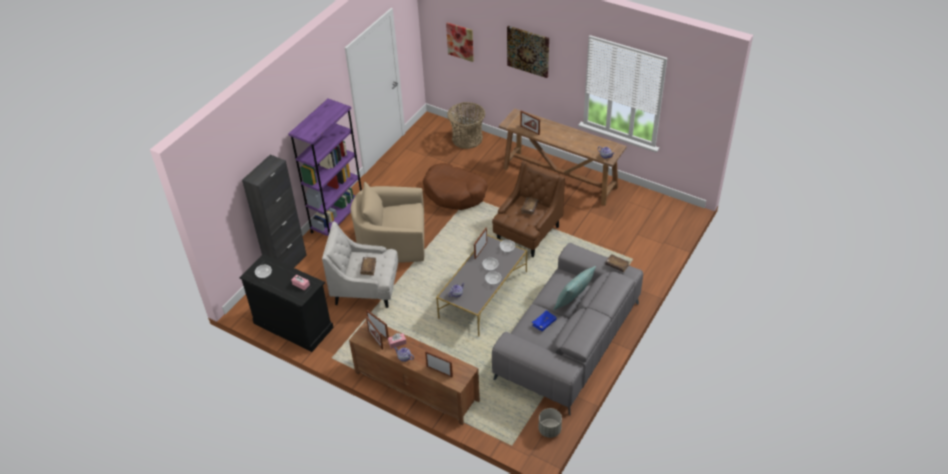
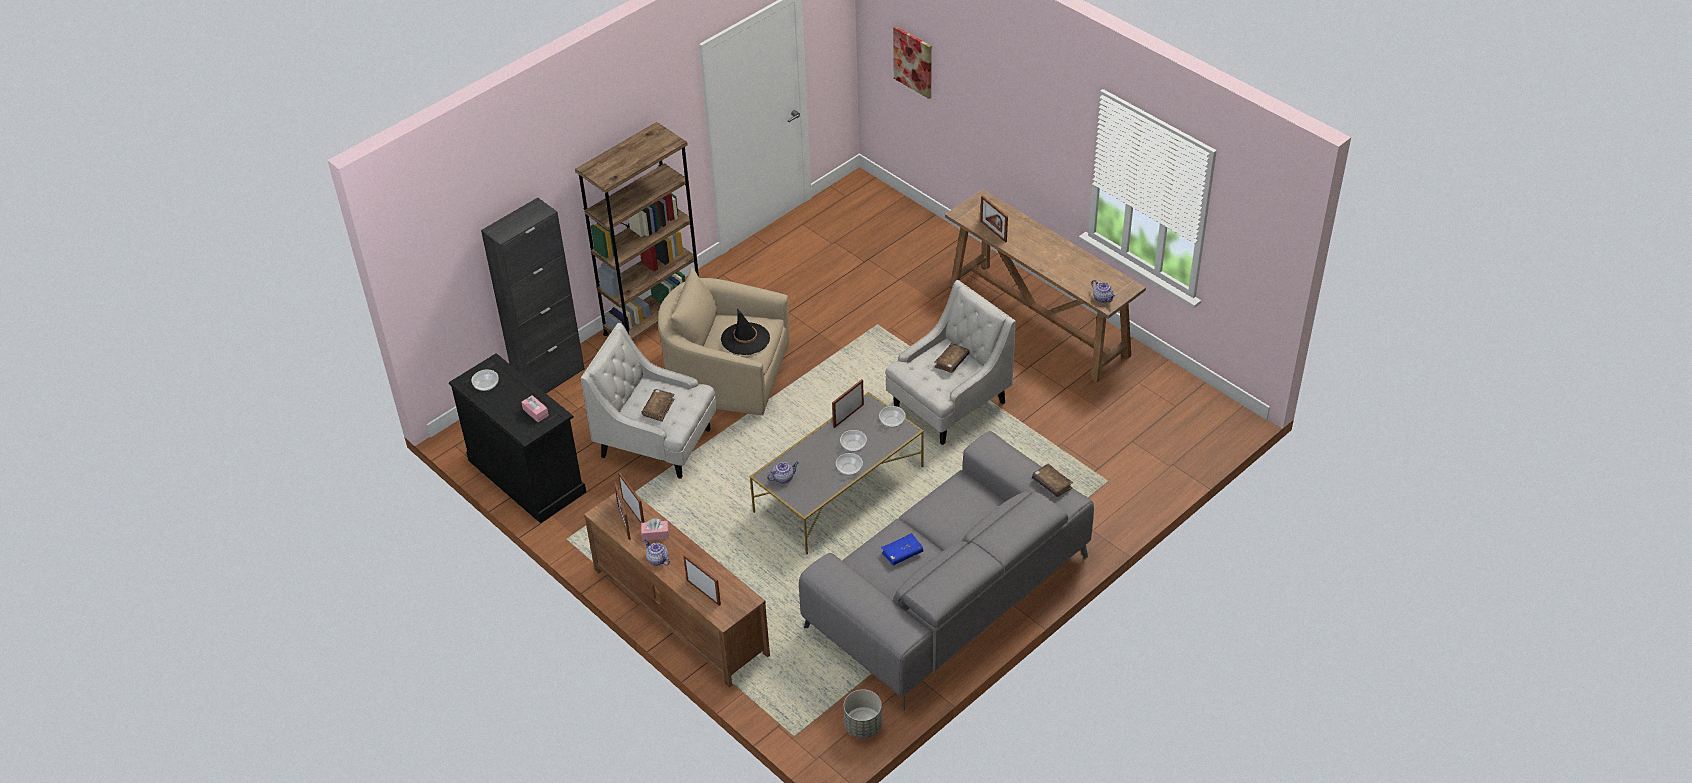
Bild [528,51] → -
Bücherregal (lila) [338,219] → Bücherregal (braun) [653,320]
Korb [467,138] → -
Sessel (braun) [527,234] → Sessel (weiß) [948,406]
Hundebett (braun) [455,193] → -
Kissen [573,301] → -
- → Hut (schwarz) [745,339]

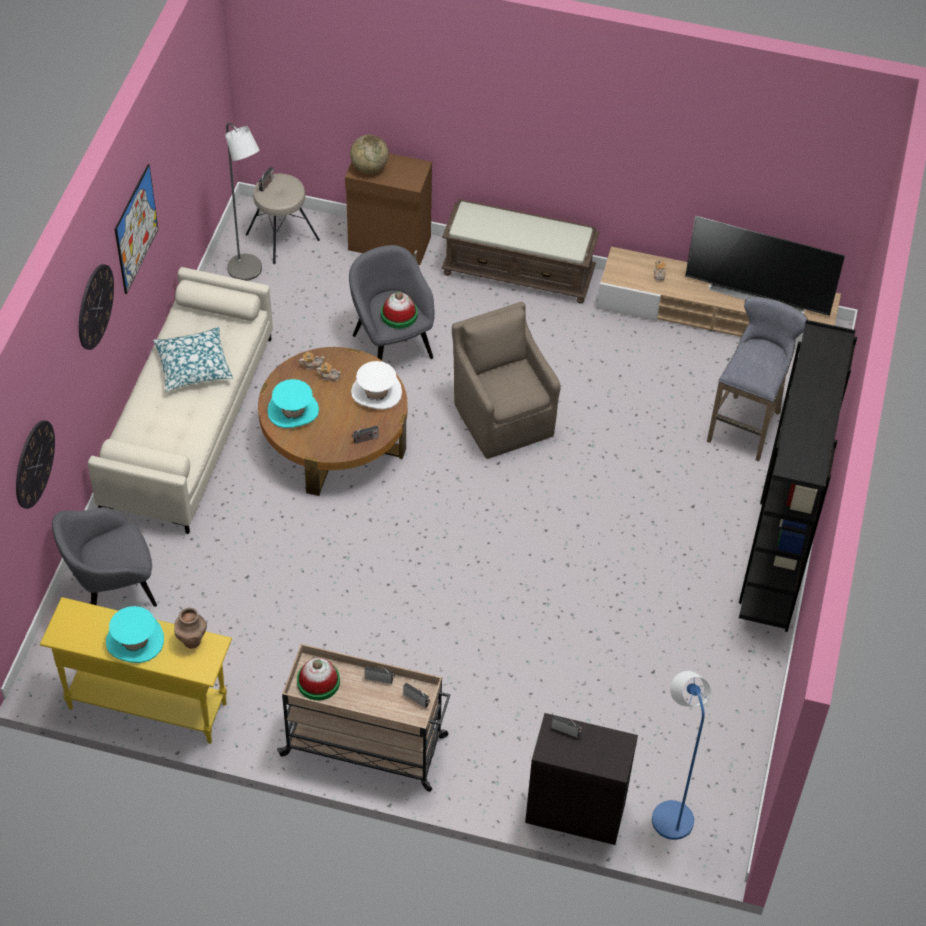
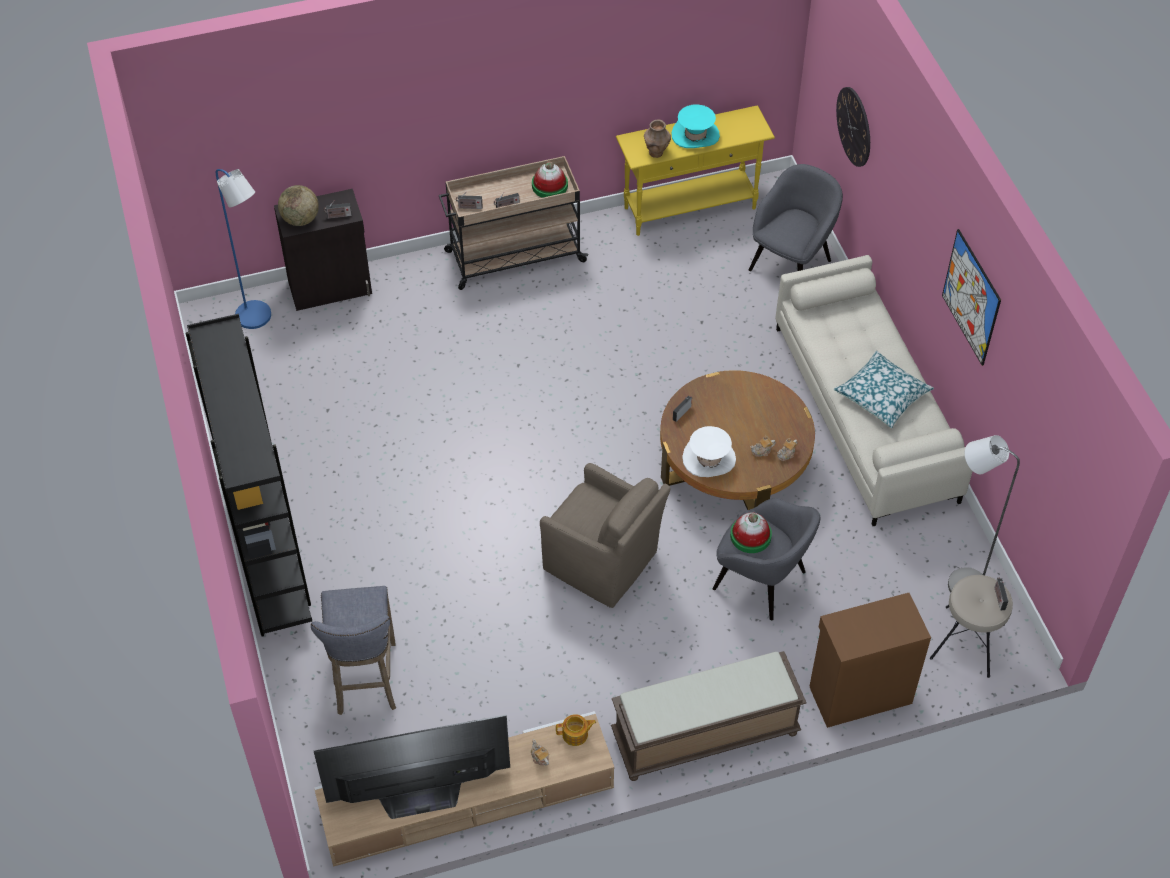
Globus [369,167] → Globus [300,219], move
Wanduhr [95,306] → -
Hut (türkis) [293,410] → -
- → Teekanne [575,735]

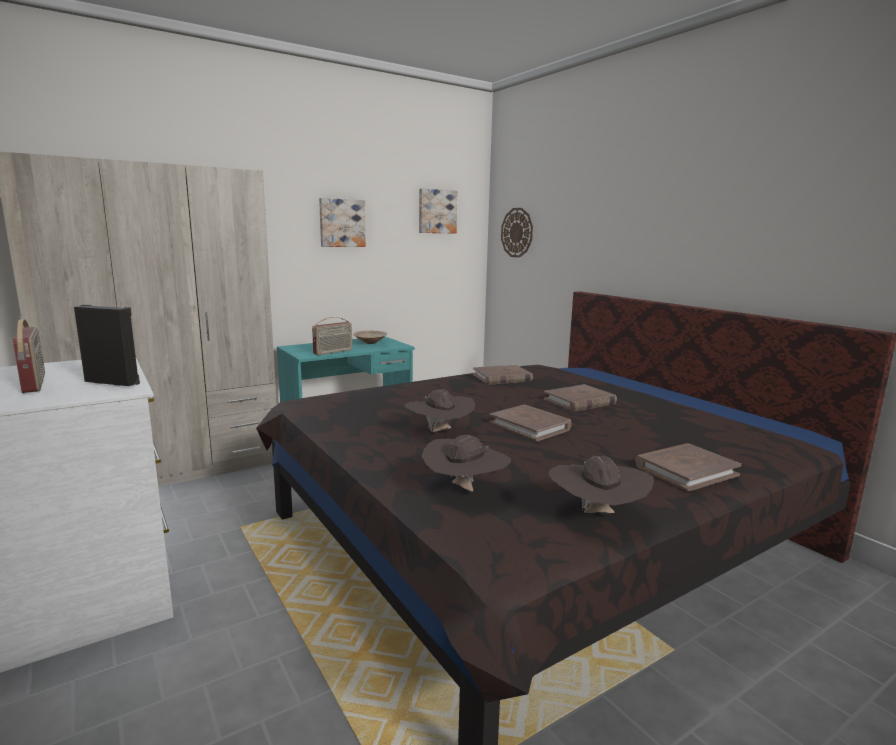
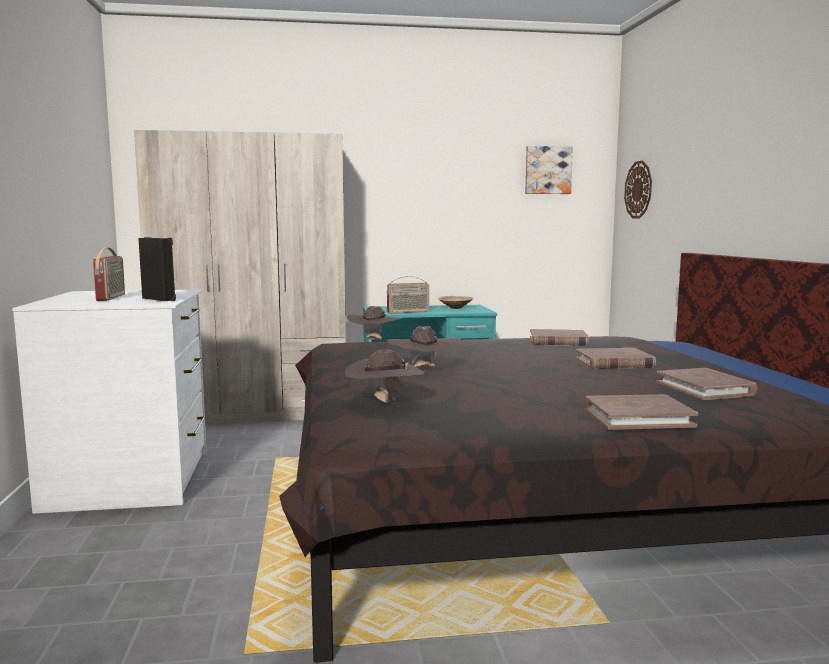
Bild [341,223] → -
Buch (braun) [530,426] → Buch (braun) [705,388], move
Hut (braun) [597,515] → Hut (braun) [375,341], move

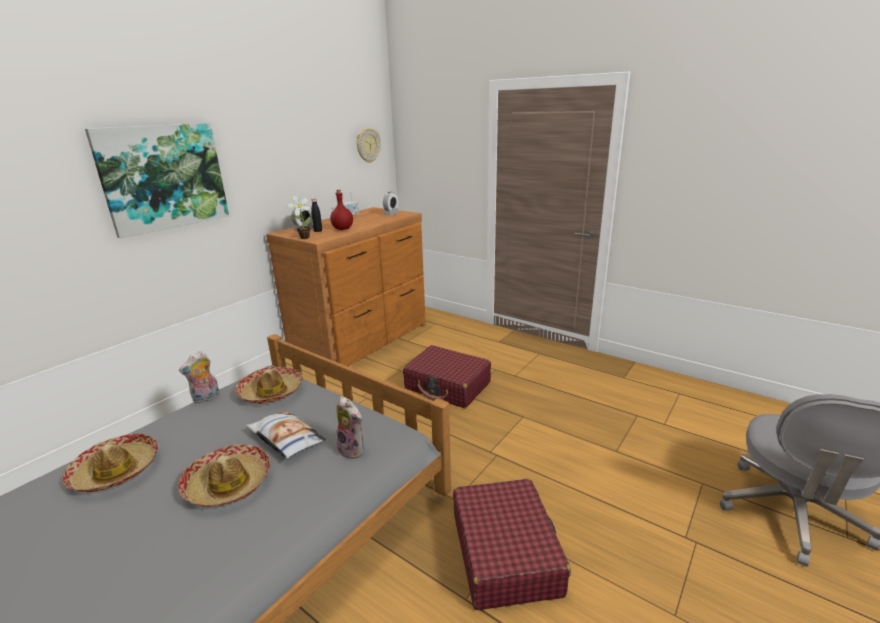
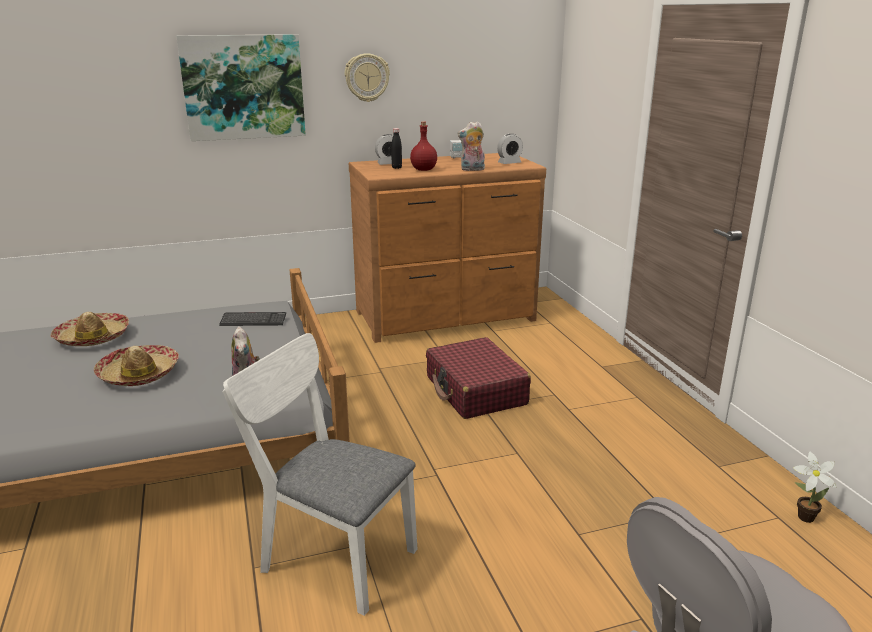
Wanduhr [368,145] → Wanduhr [367,77], move
Topfpflanze [303,238] → Topfpflanze [802,517], move
Plüschtier [206,398] → Plüschtier [472,169], move
Hut [271,392] → Tastatur [253,320]
Kissen [285,439] → -
Koffer (rot) [505,552] → Stuhl (weiß) [330,555]

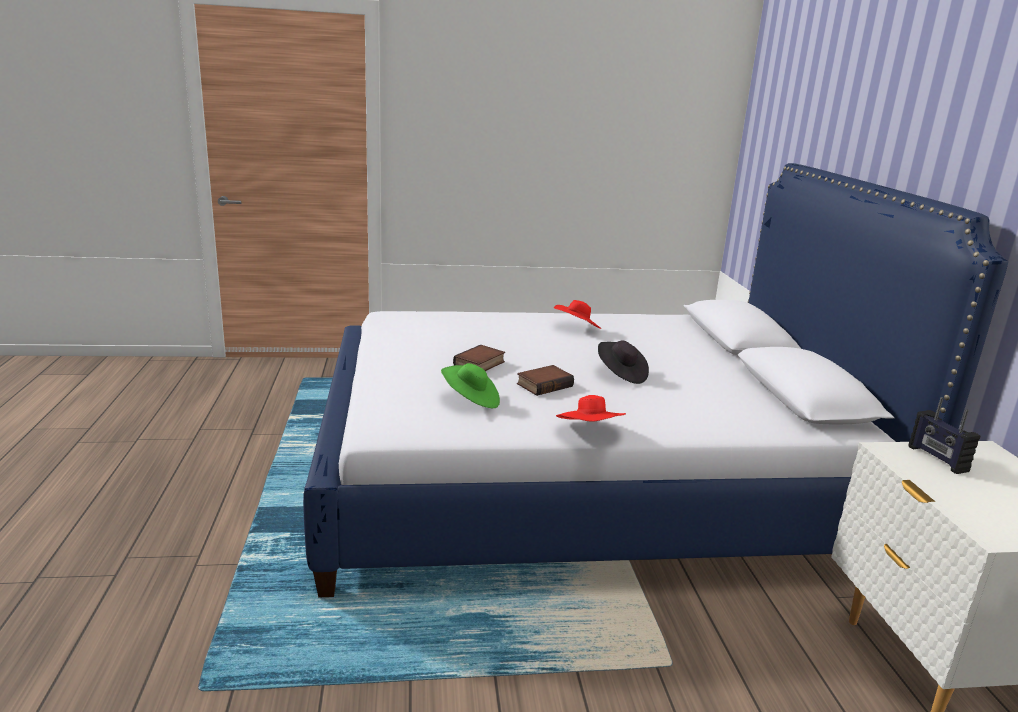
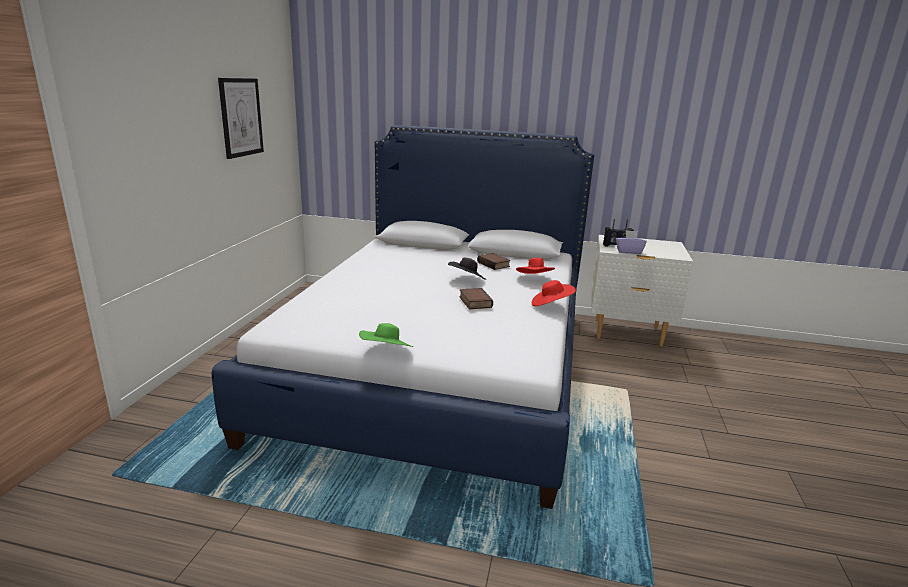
Hut (rot) [577,328] → Hut (rot) [535,279], move
Buch [480,364] → Buch [494,264], move
Hut (grün) [471,400] → Hut (grün) [386,353], move
- → Bild [241,117]
- → Taschentuchbox (lila) [628,251]

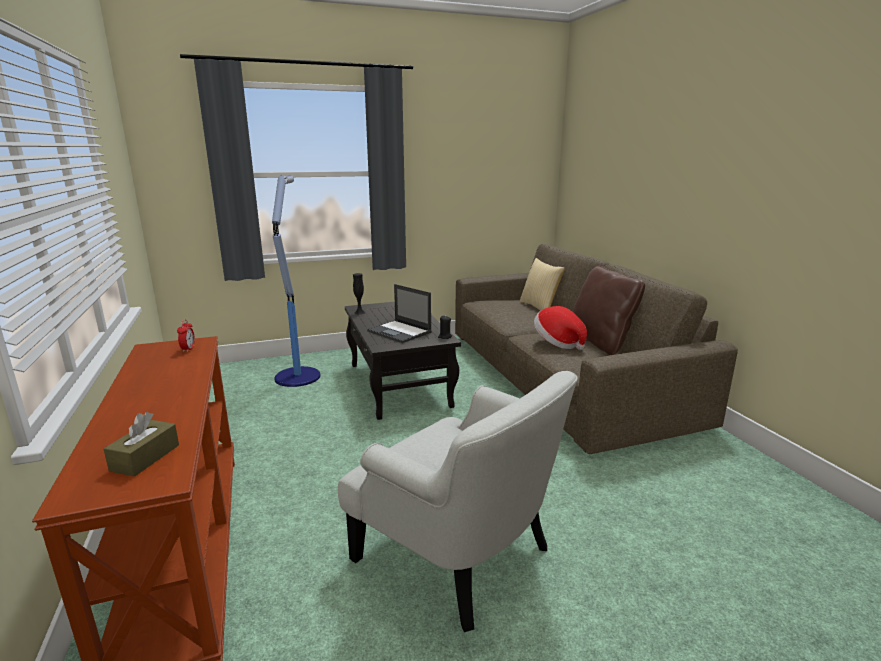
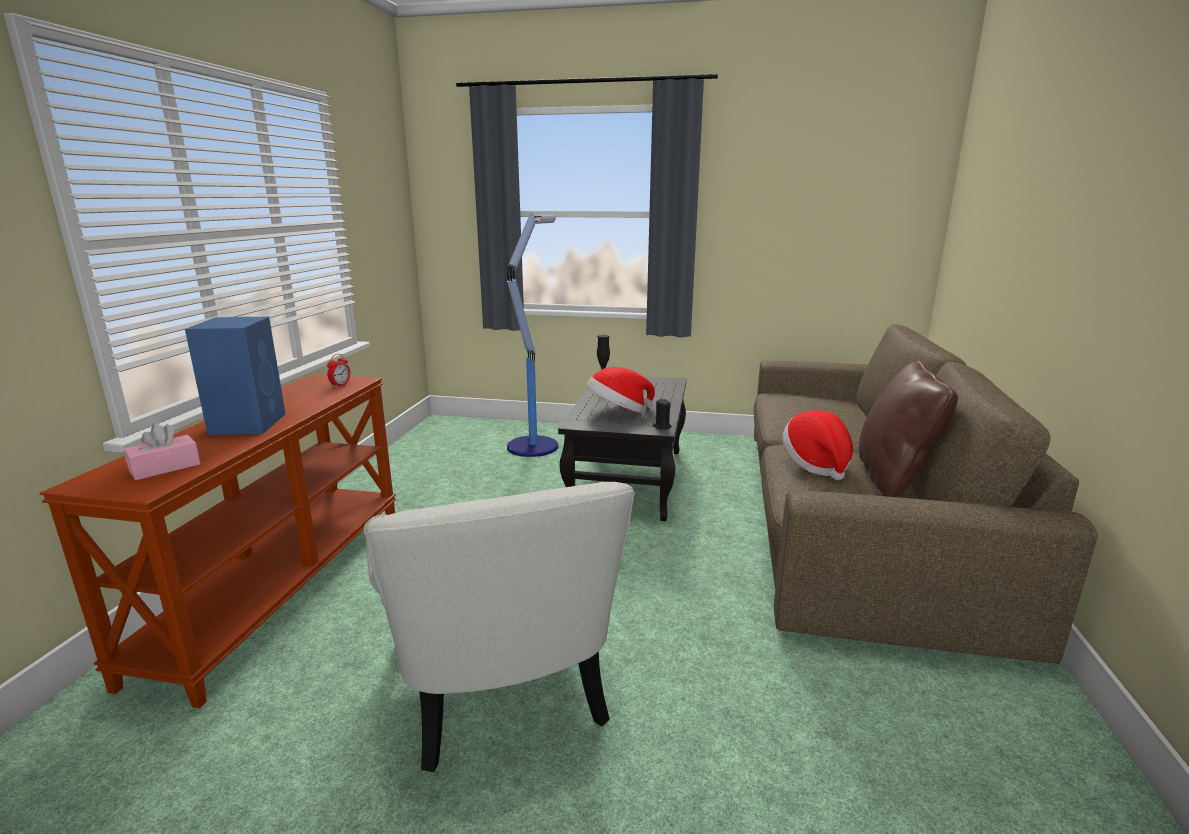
Kissen [540,307] → -
Laptop [400,332] → Hut [618,411]
Taschentuchbox (braun) [145,457] → Taschentuchbox (rosa) [165,468]
- → Lautsprecher (blau) [249,423]

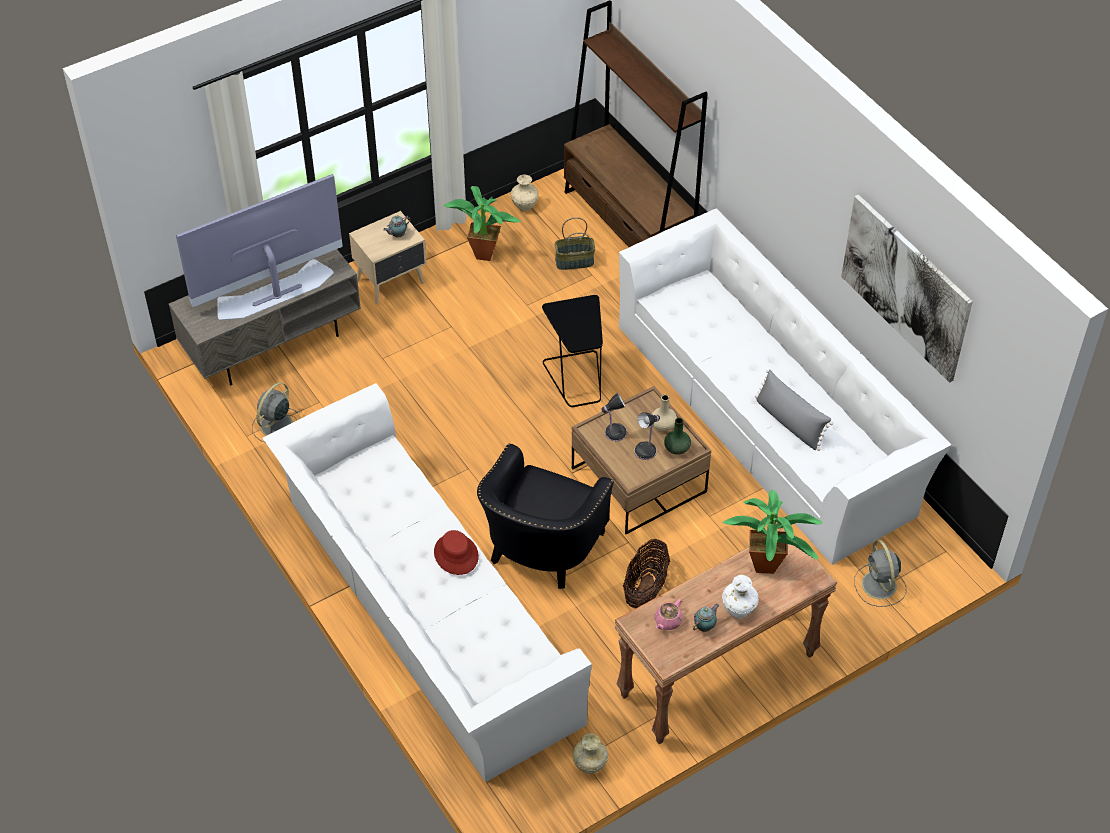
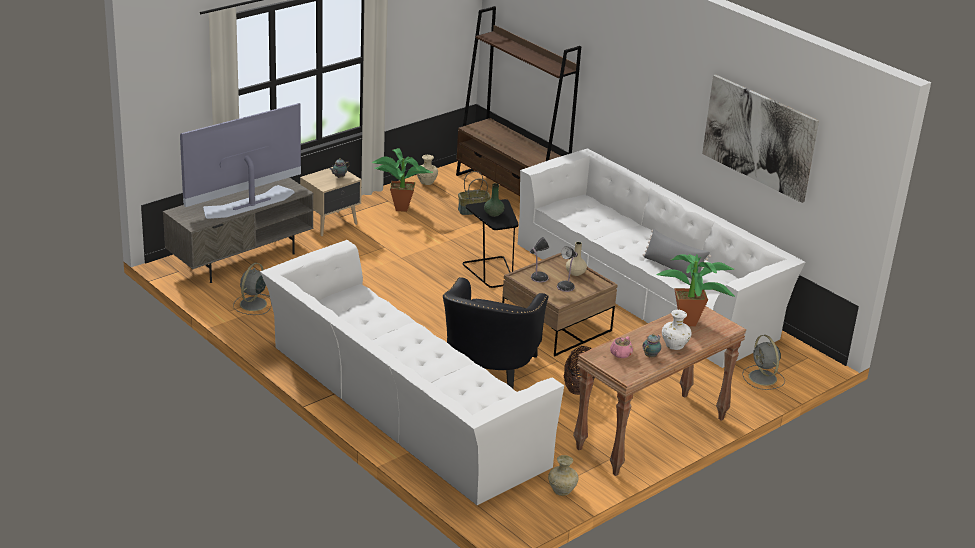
Vase (grün) [677,448] → Vase (grün) [494,214], move
Hut (rot) [456,554] → -

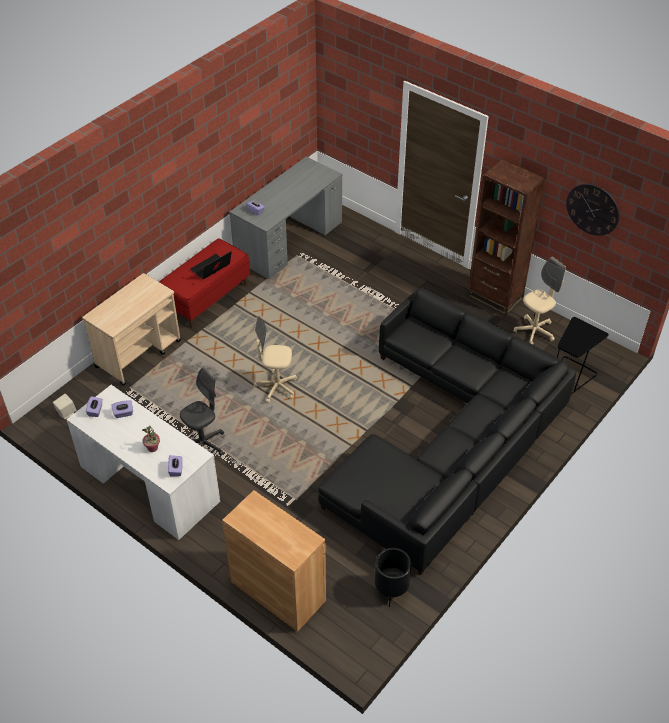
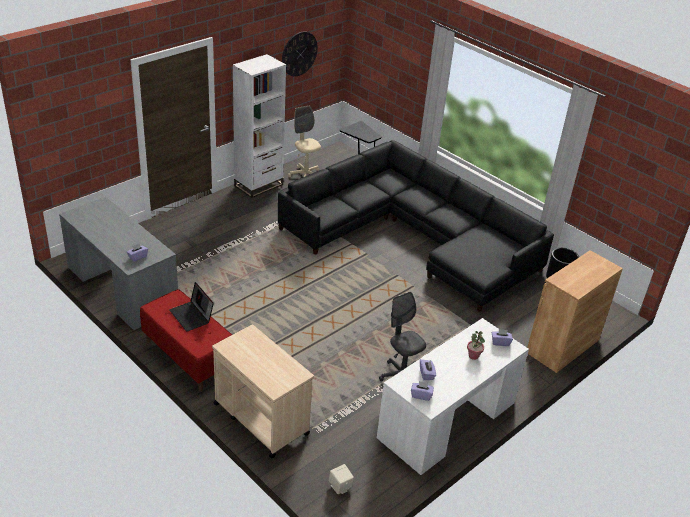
Bücherregal (braun) [495,297] → Bücherregal (weiß) [259,185]
Bürostuhl (beige) [276,387] → -

